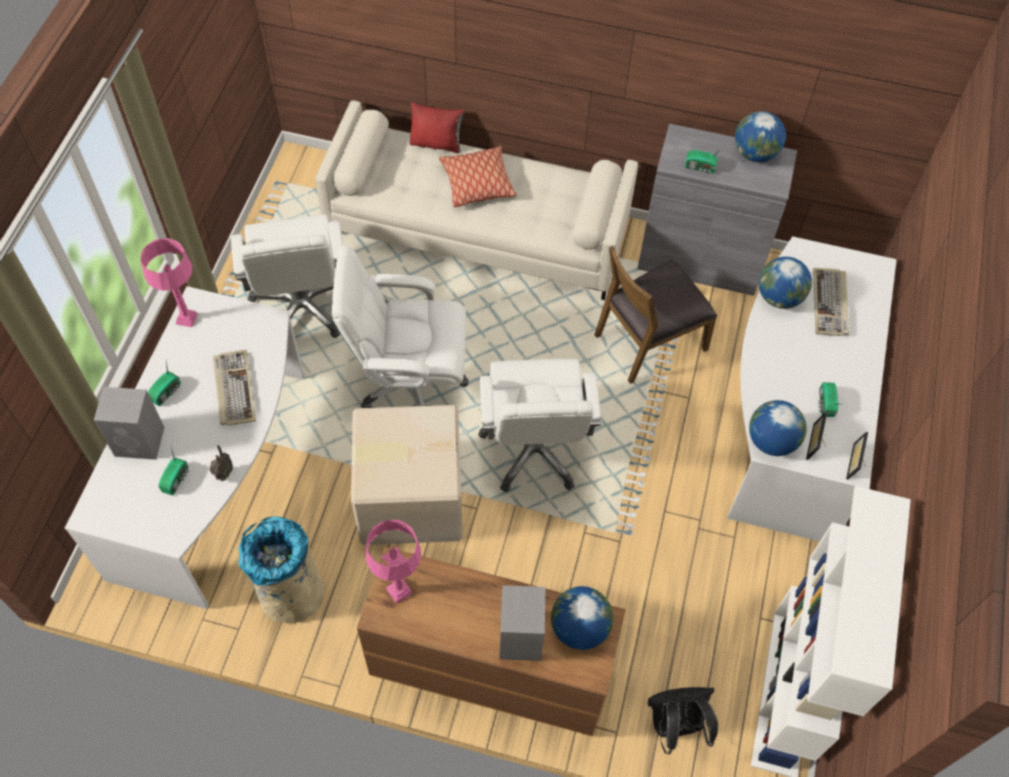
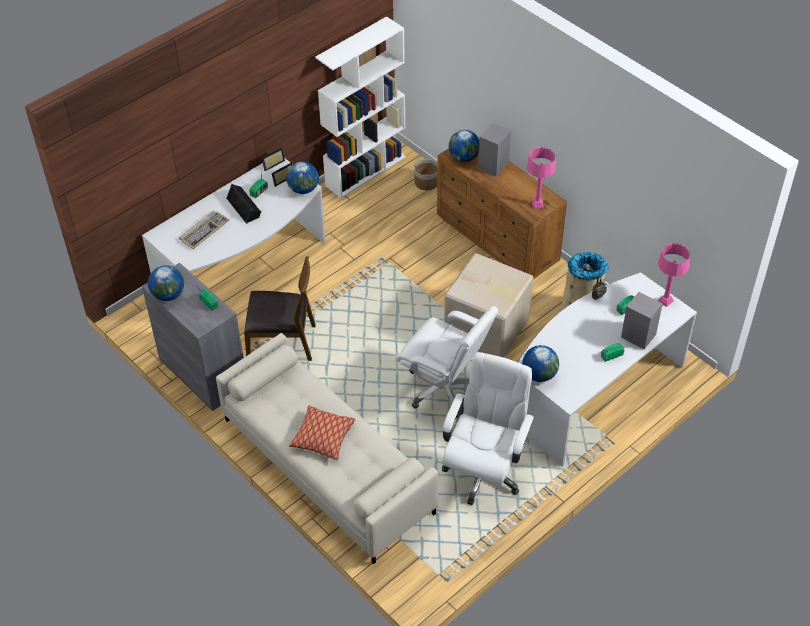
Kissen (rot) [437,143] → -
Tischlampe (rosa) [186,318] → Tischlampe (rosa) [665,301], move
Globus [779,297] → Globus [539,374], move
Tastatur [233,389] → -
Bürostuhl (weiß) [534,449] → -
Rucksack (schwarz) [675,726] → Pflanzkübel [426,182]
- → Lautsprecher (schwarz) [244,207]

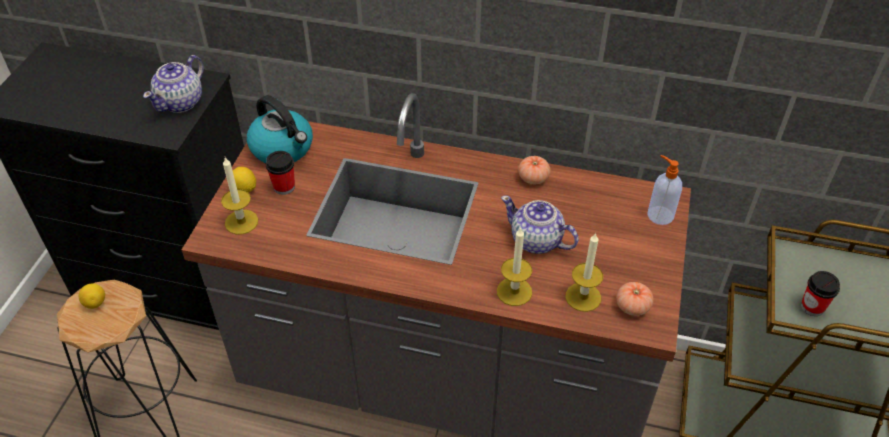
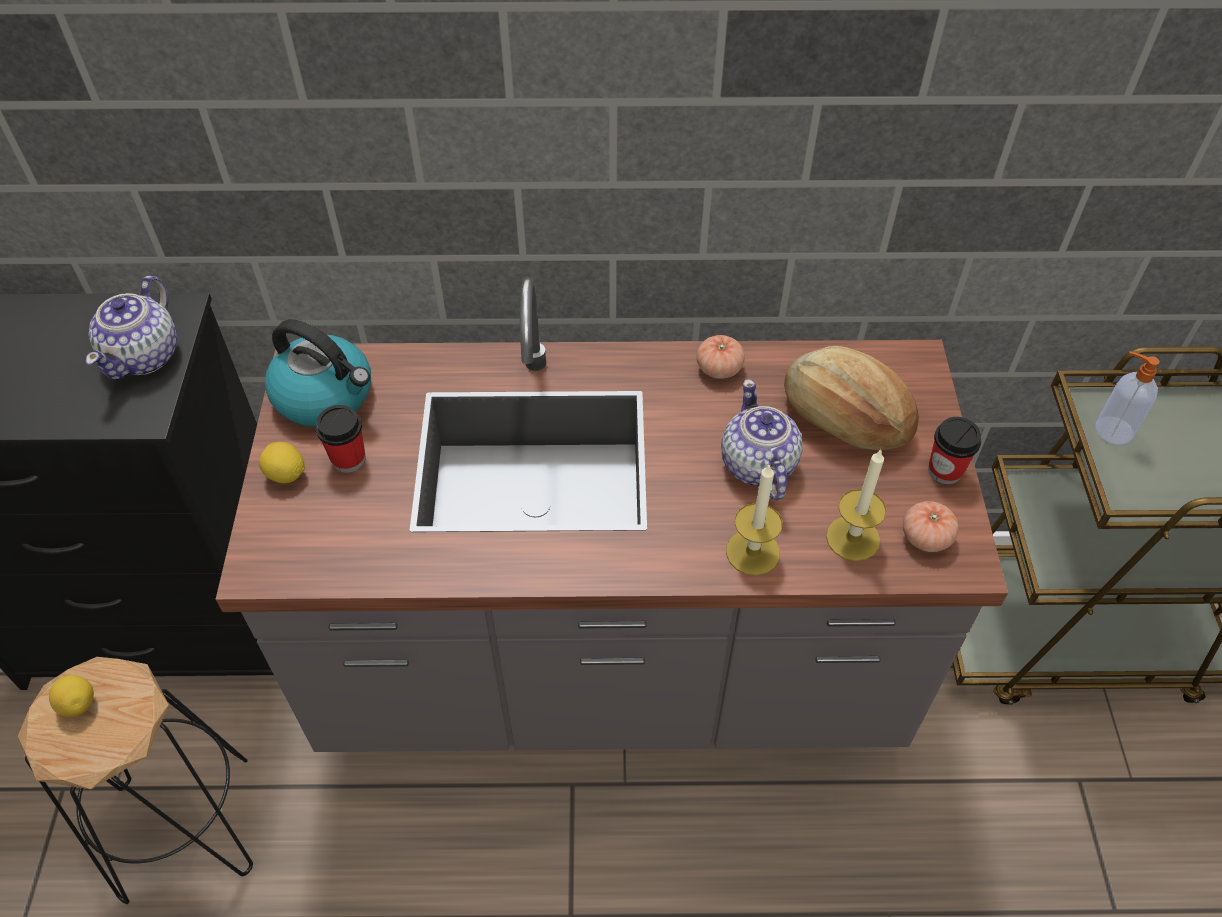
Seifenspender [659,215] → Seifenspender [1112,430], move
Kerze [241,222] → -
Teekanne [536,241] → Teekanne [757,466], 60 degrees clockwise
Tasse [812,307] → Tasse [945,471], move
- → Brot [845,417]

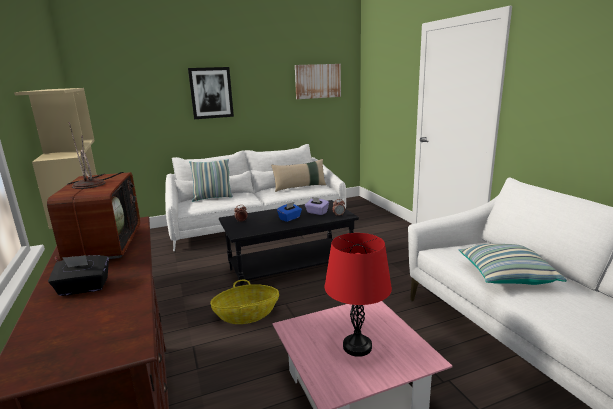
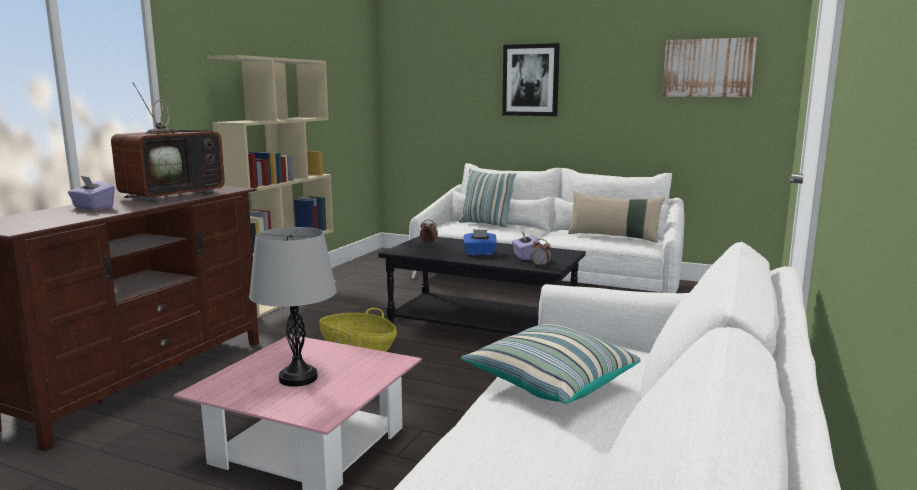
Tischlampe (rot) [357,347] → Tischlampe (grau) [298,378]
Taschentuchbox (schwarz) [83,288] → Taschentuchbox (lila) [93,208]

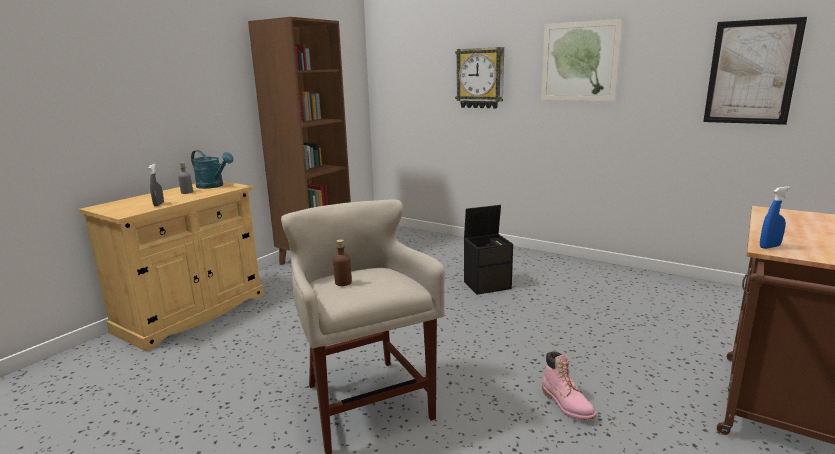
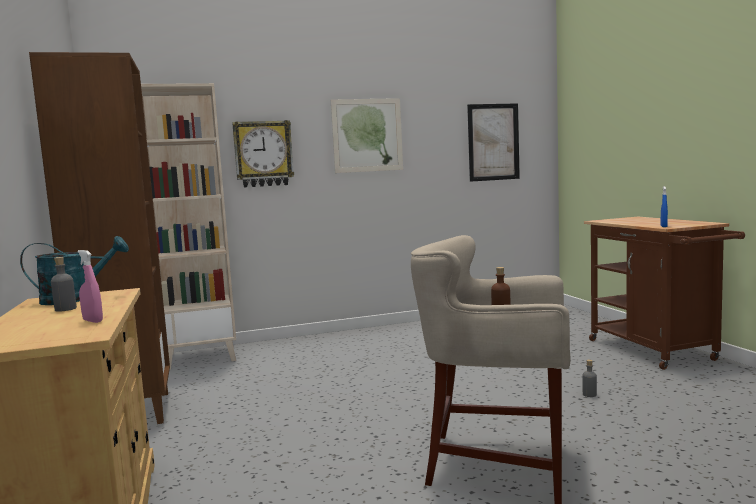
Sprühflasche (grau) [159,204] → Sprühflasche (rosa) [92,321]
Aufbewahrungsbox (schwarz) [487,285] → -
Stiefel (rosa) [567,404] → Flasche (grau) [589,394]
- → Bücherregal (beige) [202,357]

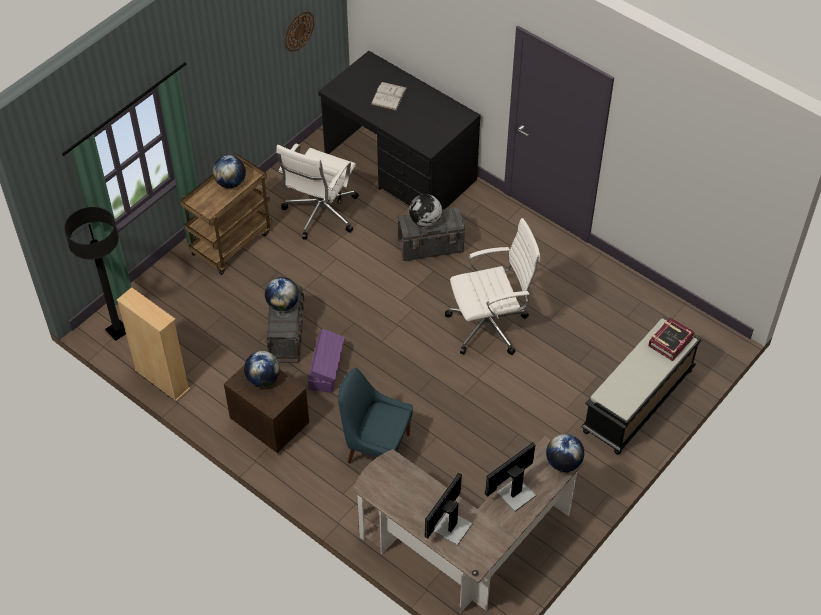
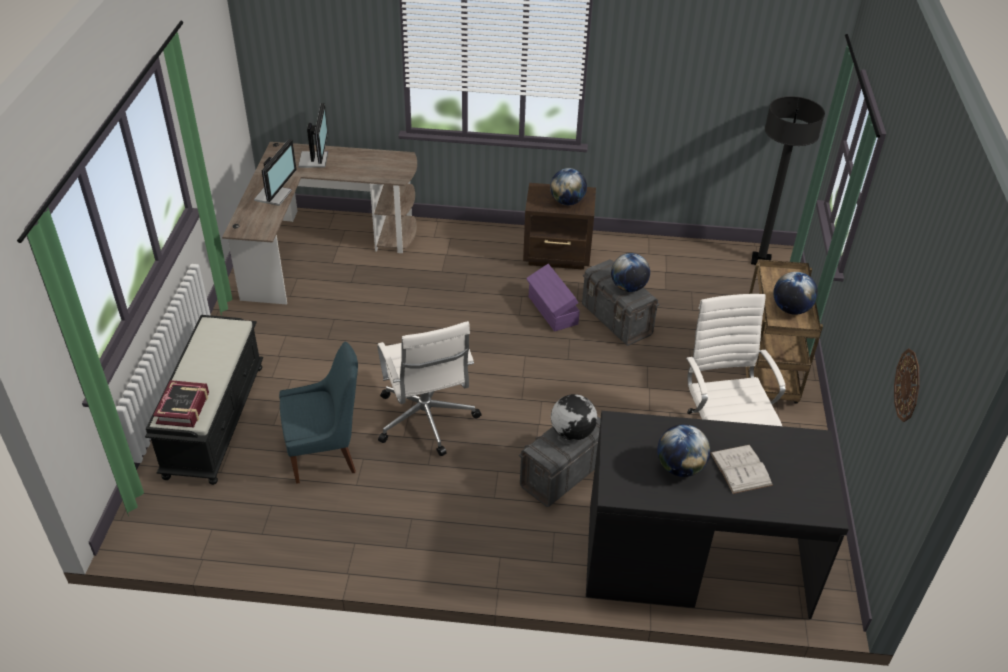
Bürostuhl (weiß) [490,325] → Bürostuhl (weiß) [426,421], 60 degrees counterclockwise
Bücherregal (beige) [162,380] → -
Stuhl (blau) [376,447] → Stuhl (blau) [325,453], move
Globus [563,462] → Globus [680,467], move

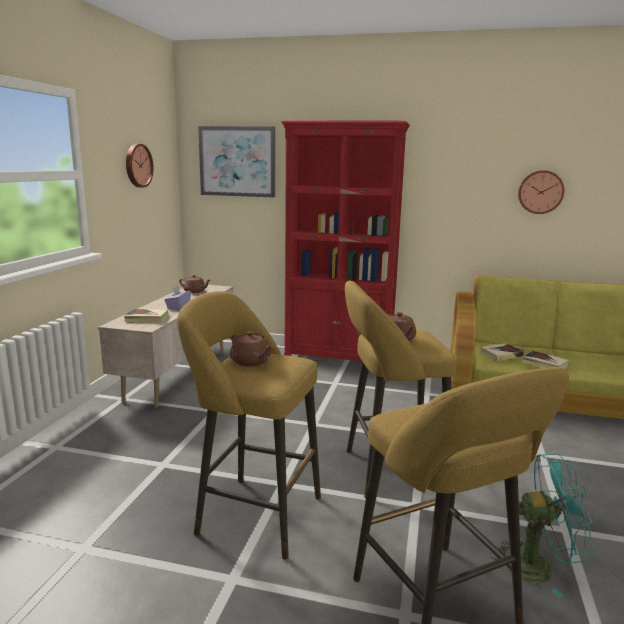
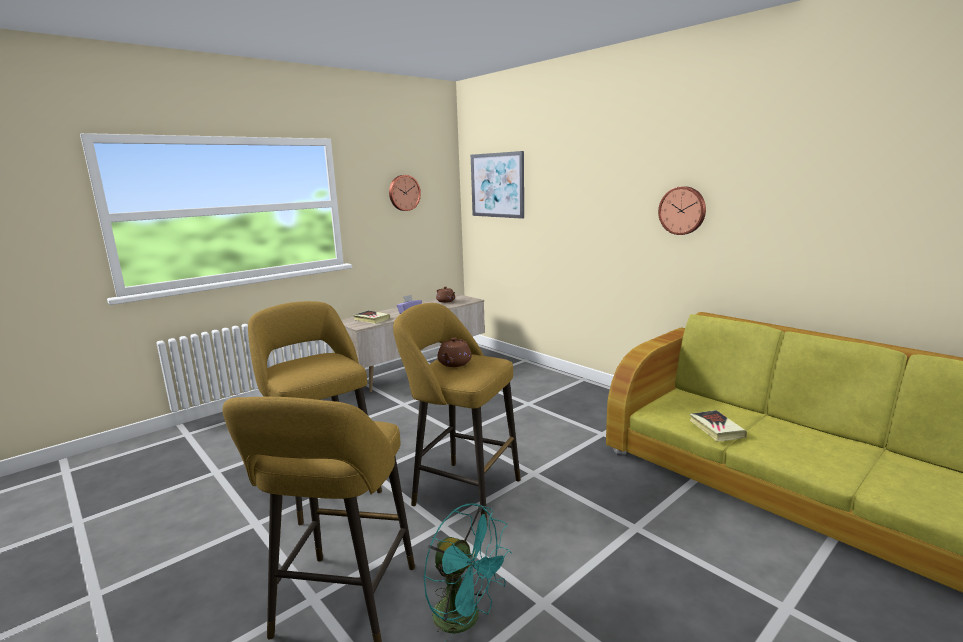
Bücherregal (rot) [339,360] → -
Wanduhr [540,192] → Wanduhr [682,210], move
Teekanne (braun) [251,362] → -
Buch [501,355] → -

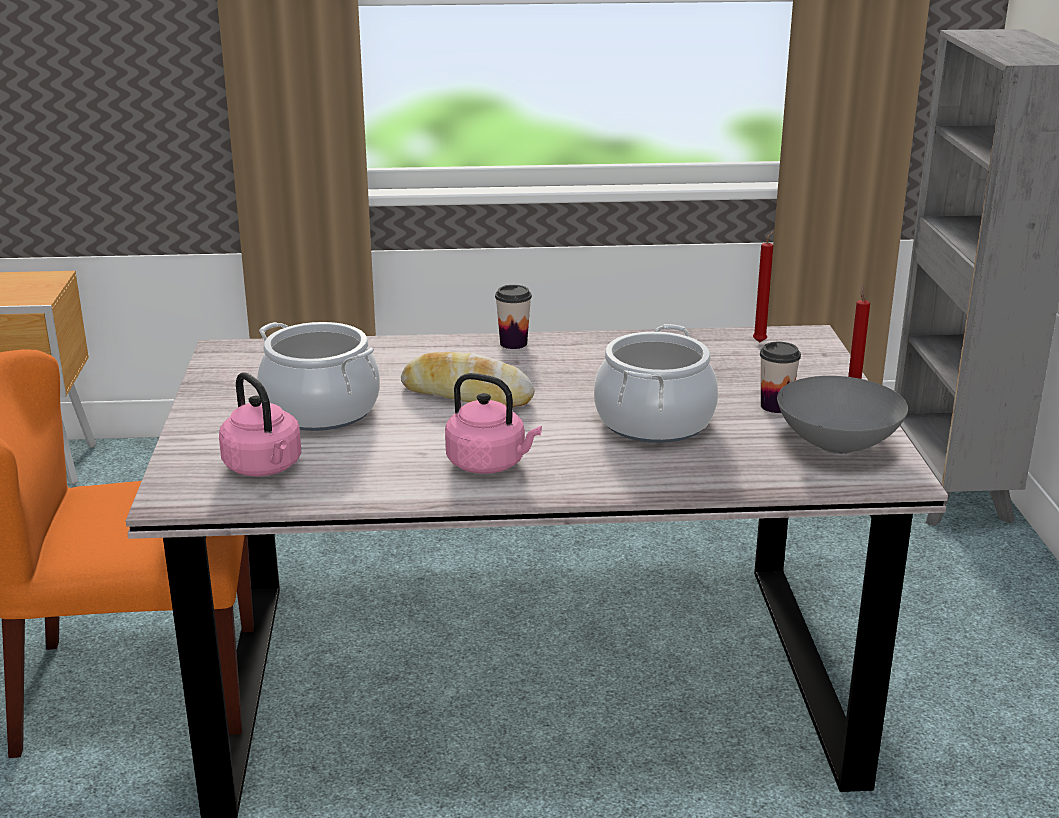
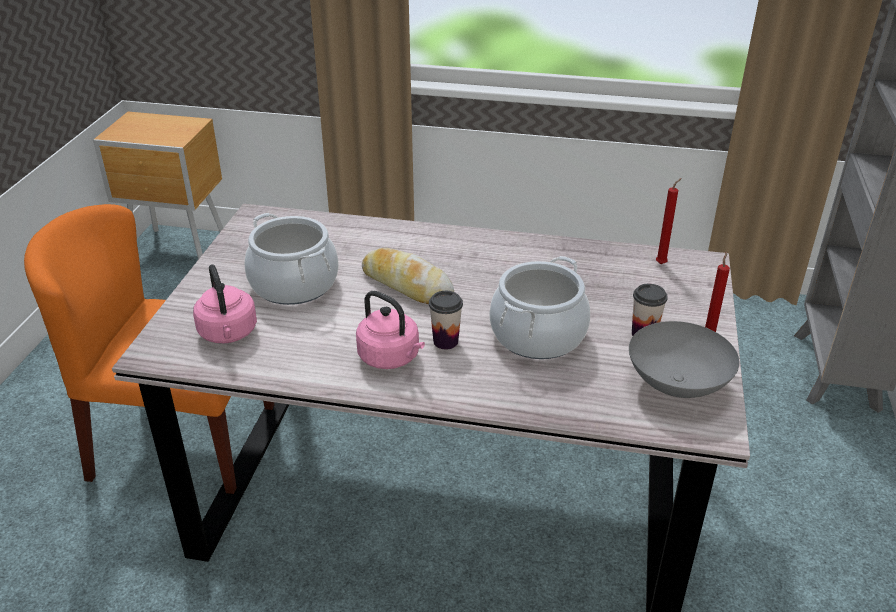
Tasse [513,343] → Tasse [445,341], move

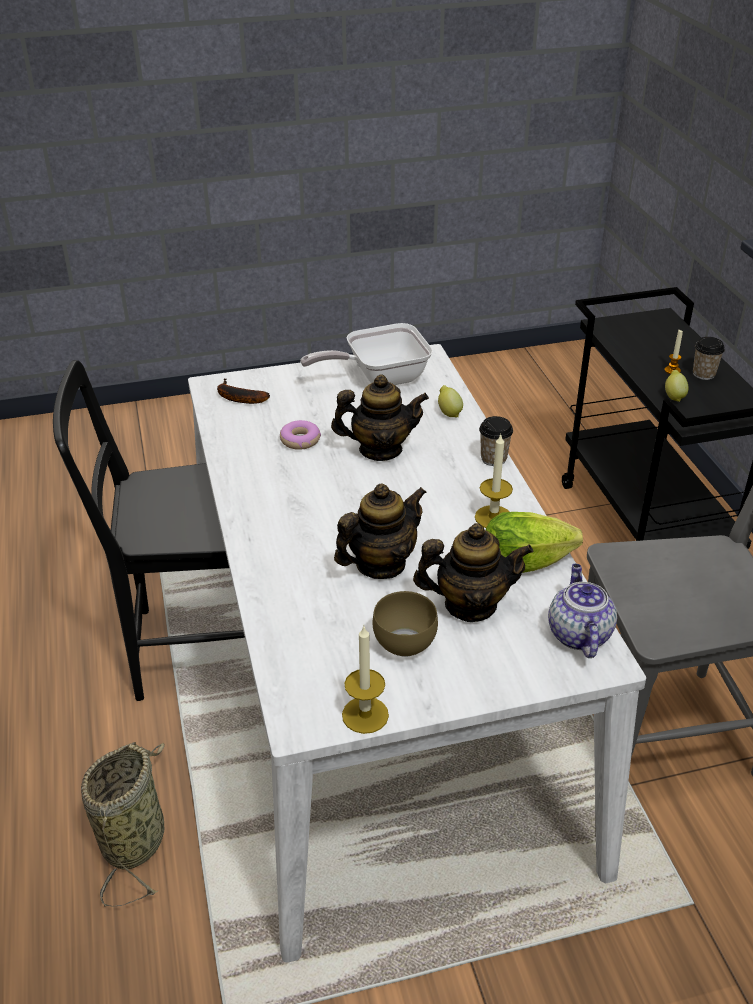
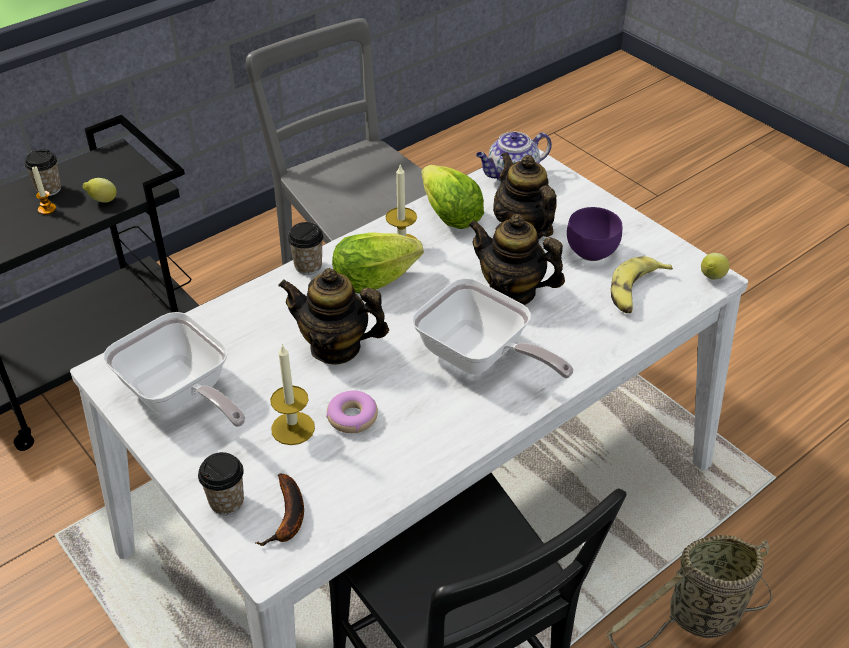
Teekanne [380,450] → Teekanne [336,347], 45 degrees counterclockwise
Zitrone [449,413] → Zitrone [711,278], move
Schüssel (braun) [406,642] → Schüssel (lila) [589,251]
Kerze [365,715] → Kerze [293,428], move
- → Salatkopf [373,280]
- → Banane [635,291]
- → Pfanne [479,358]
- → Tasse [226,502]

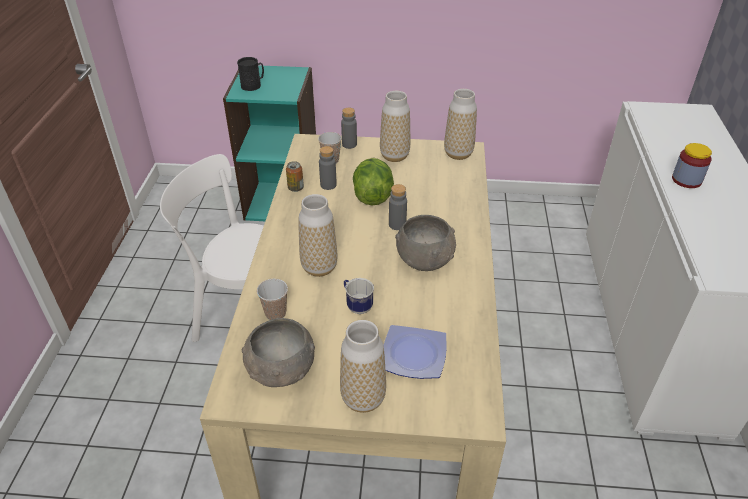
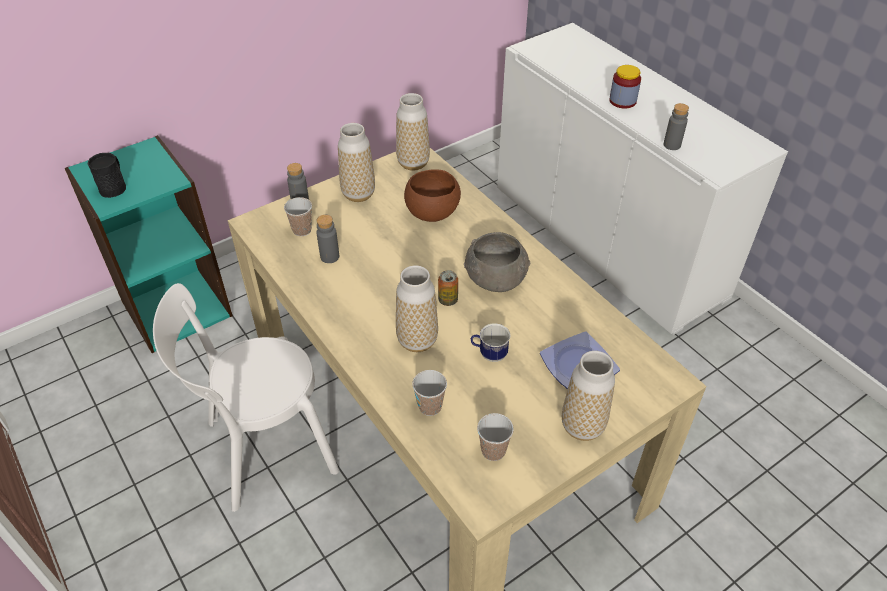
Salatkopf [372,195] → -
Dose [295,188] → Dose [448,300], move
Flasche (grau) [397,224] → Flasche (grau) [672,145], move
Schüssel (grau) [280,370] → Tasse [493,451]
- → Schüssel (braun) [431,213]

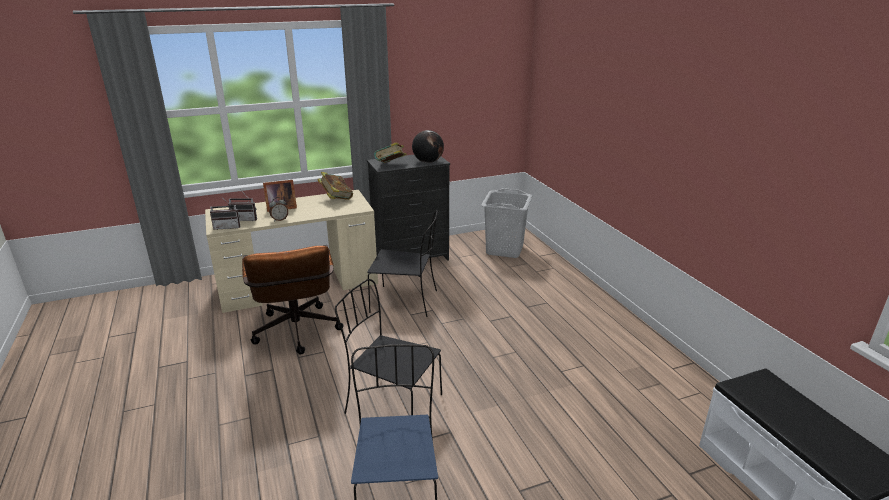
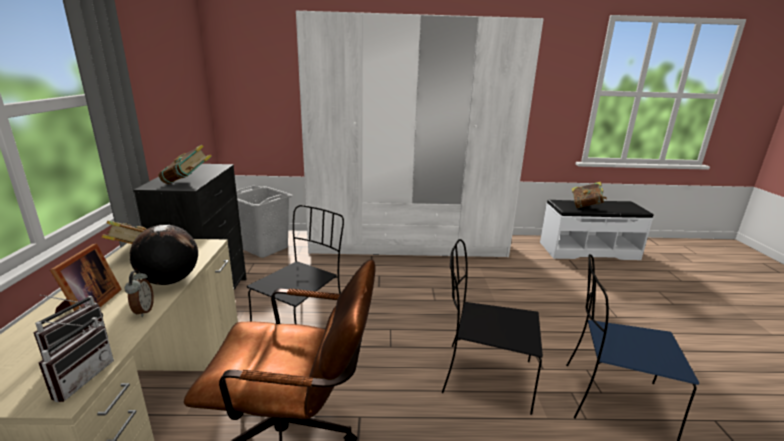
Globus [427,162] → Globus [169,281], move
Stuhl (schwarz) [391,403] → Stuhl (schwarz) [484,376], 60 degrees clockwise
- → Kleiderschrank (weiß) [408,245]
- → Buch [586,206]

